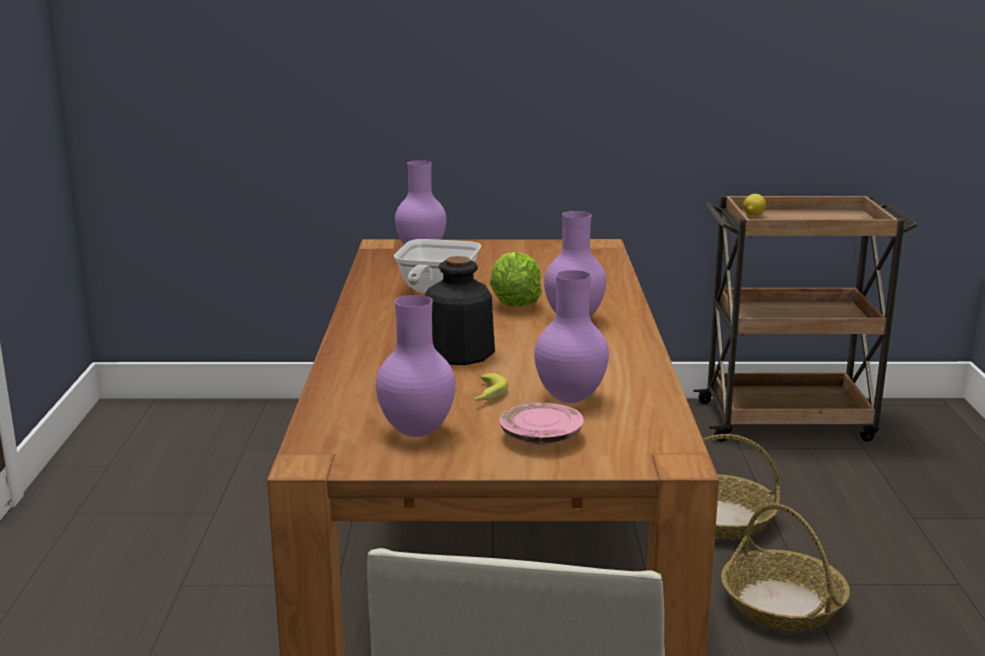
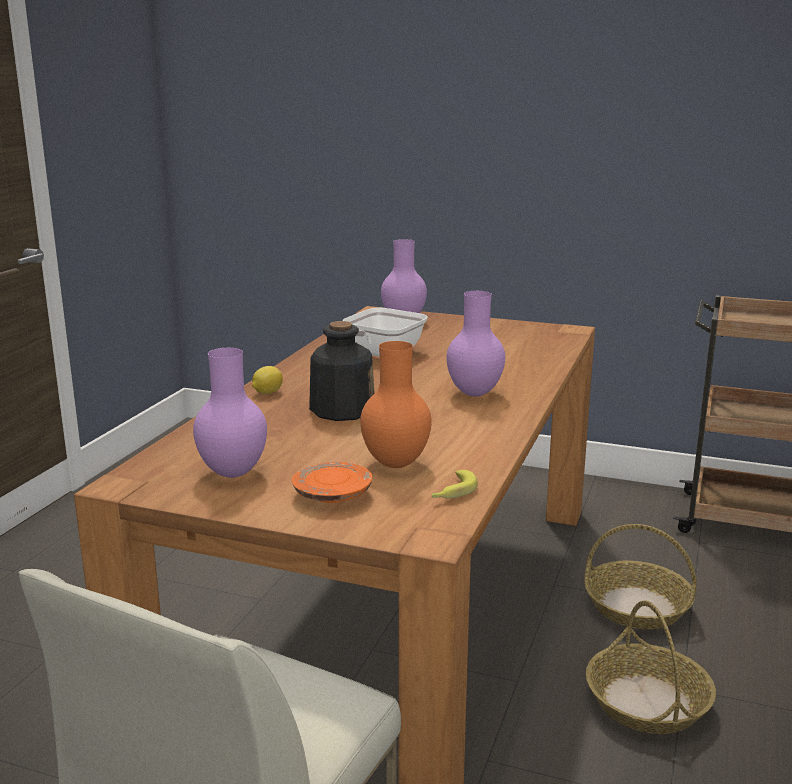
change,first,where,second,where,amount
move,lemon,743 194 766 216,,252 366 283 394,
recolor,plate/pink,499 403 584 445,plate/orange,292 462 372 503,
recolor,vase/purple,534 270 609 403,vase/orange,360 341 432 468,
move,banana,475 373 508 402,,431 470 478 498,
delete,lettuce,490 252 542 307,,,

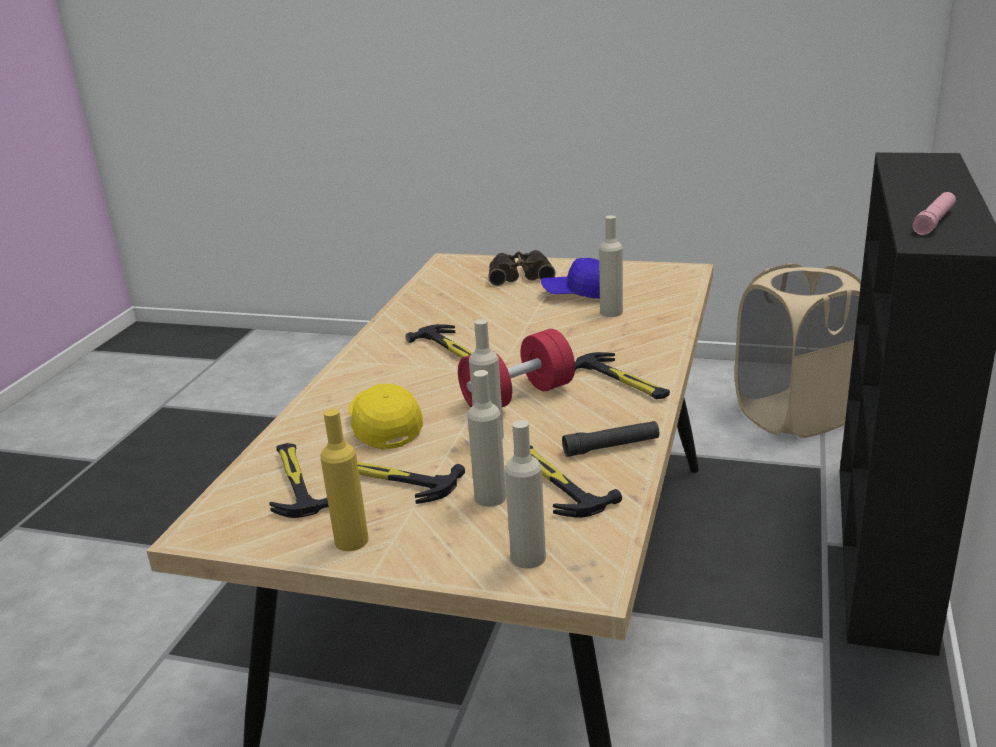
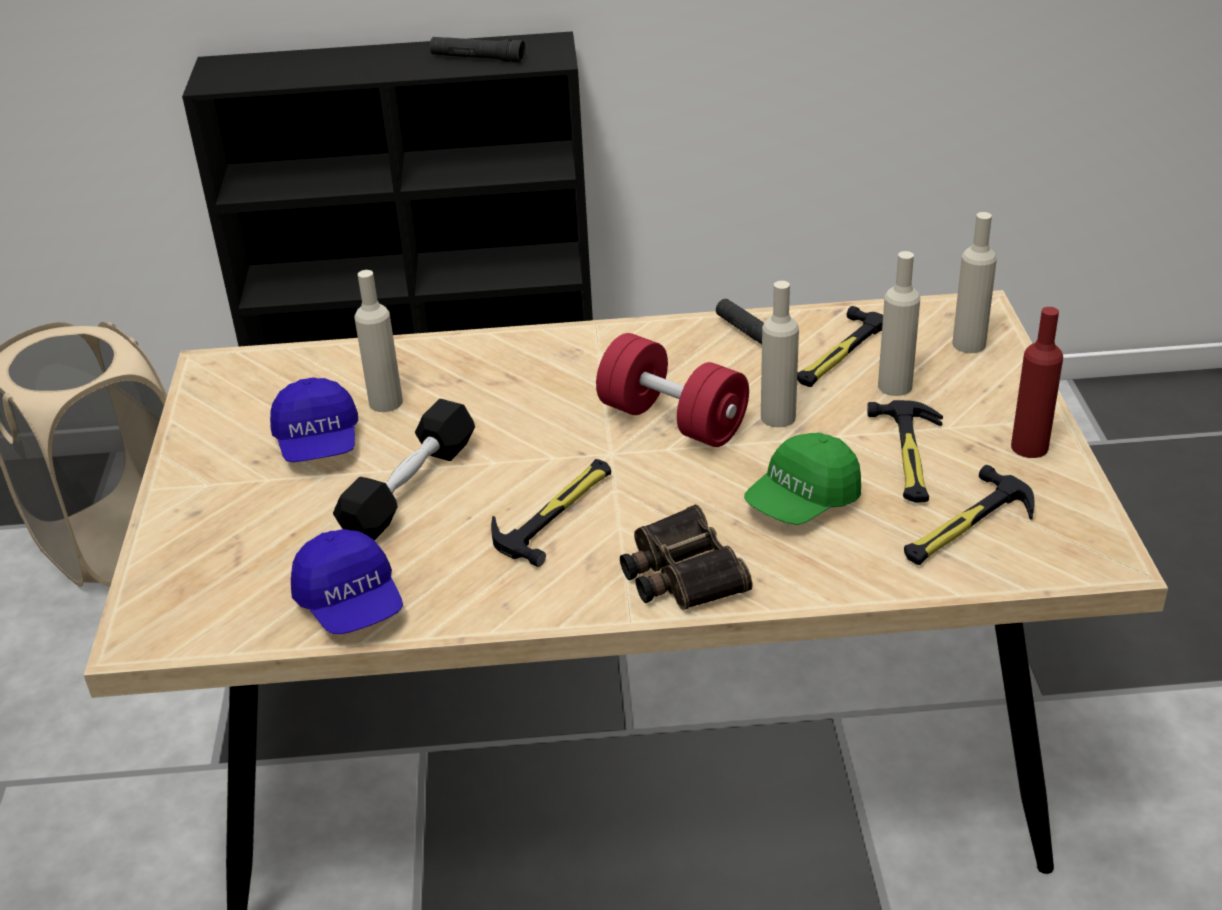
change,first,where,second,where,amount
insert,,,cap/blue,291 529 403 634,
insert,,,dumbbell/black,333 399 475 540,
recolor,flashlight/pink,912 192 956 235,flashlight/black,430 37 526 63,
move,binoculars,488 250 556 286,,620 504 753 610,
recolor,cap/yellow,349 384 423 450,cap/green,744 433 861 525,
recolor,bottle/yellow,320 409 369 551,bottle/red,1011 307 1063 458,
delete,hammer,575 352 670 399,,,

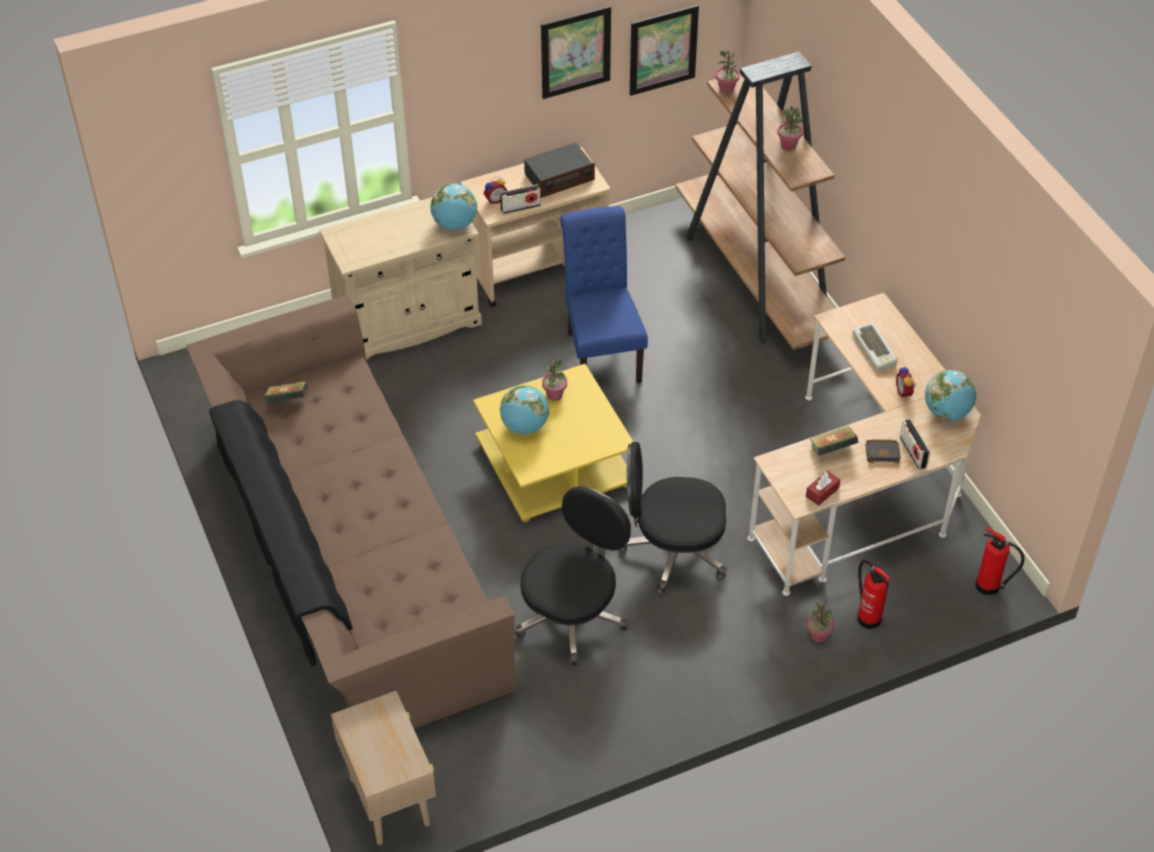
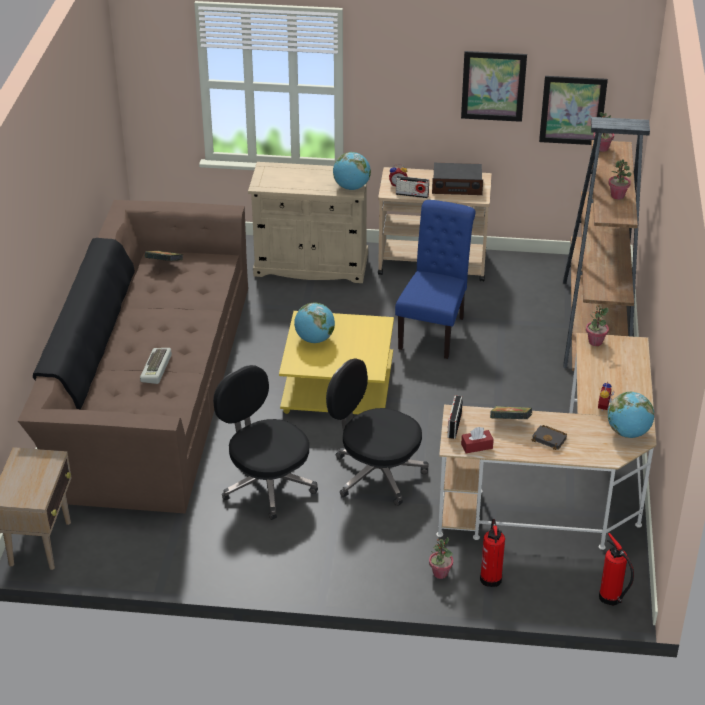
change,first,where,second,where,amount
move,keyboard,853 322 898 371,,140 348 172 384,
rotate,office chair/black,515 486 631 665,,213 365 318 520,105 degrees counterclockwise
move,radio,900 419 930 469,,447 396 463 439,
move,potted plant,542 359 567 401,,586 305 609 346,

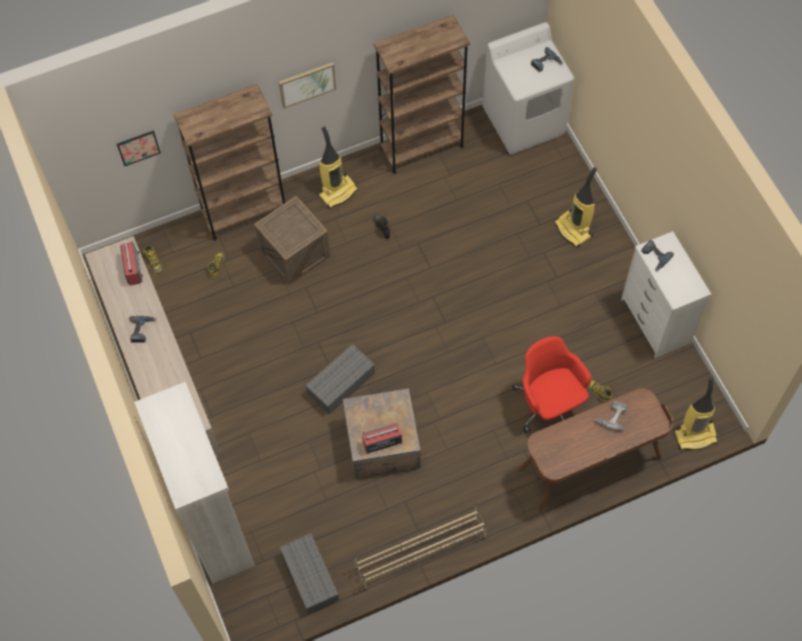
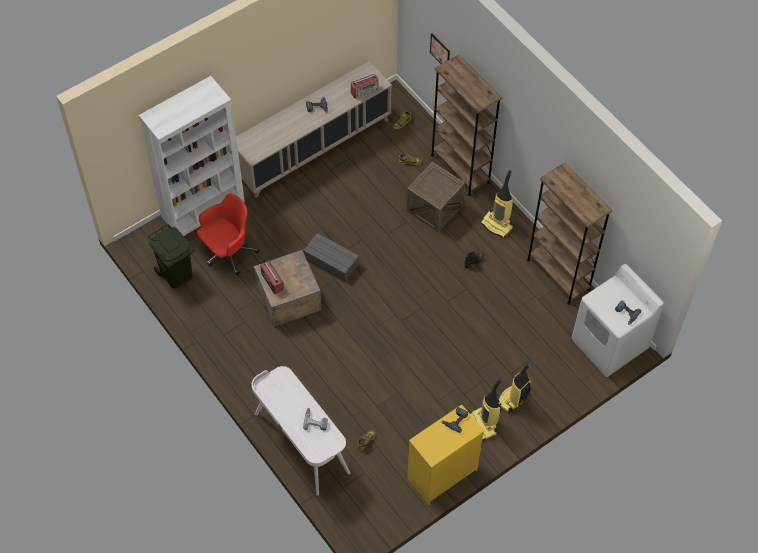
change,first,where,second,where,amount
replace,storage box/grey,280 533 339 614,trash can/green,148 224 194 288,
move,office chair/red,512 336 592 433,,197 194 260 275,
recolor,desk/brown,518 388 673 512,desk/white,252 366 350 496,
recolor,dresser/white,621 231 711 358,dresser/yellow,407 404 484 505,
move,vacuum cleaner,674 378 718 450,,470 379 502 441,
delete,picture,279 62 336 108,,,
delete,shoe rack/beige,354 504 488 590,,,

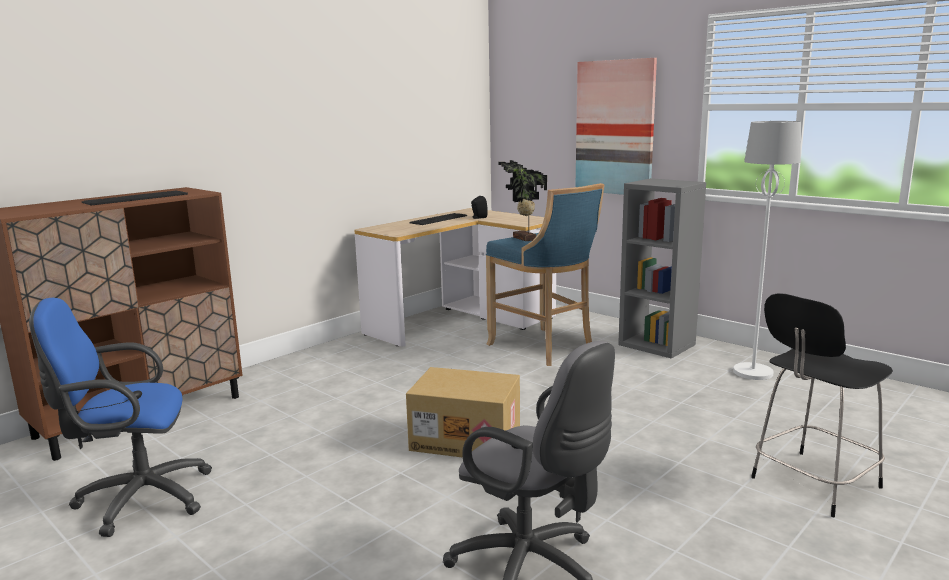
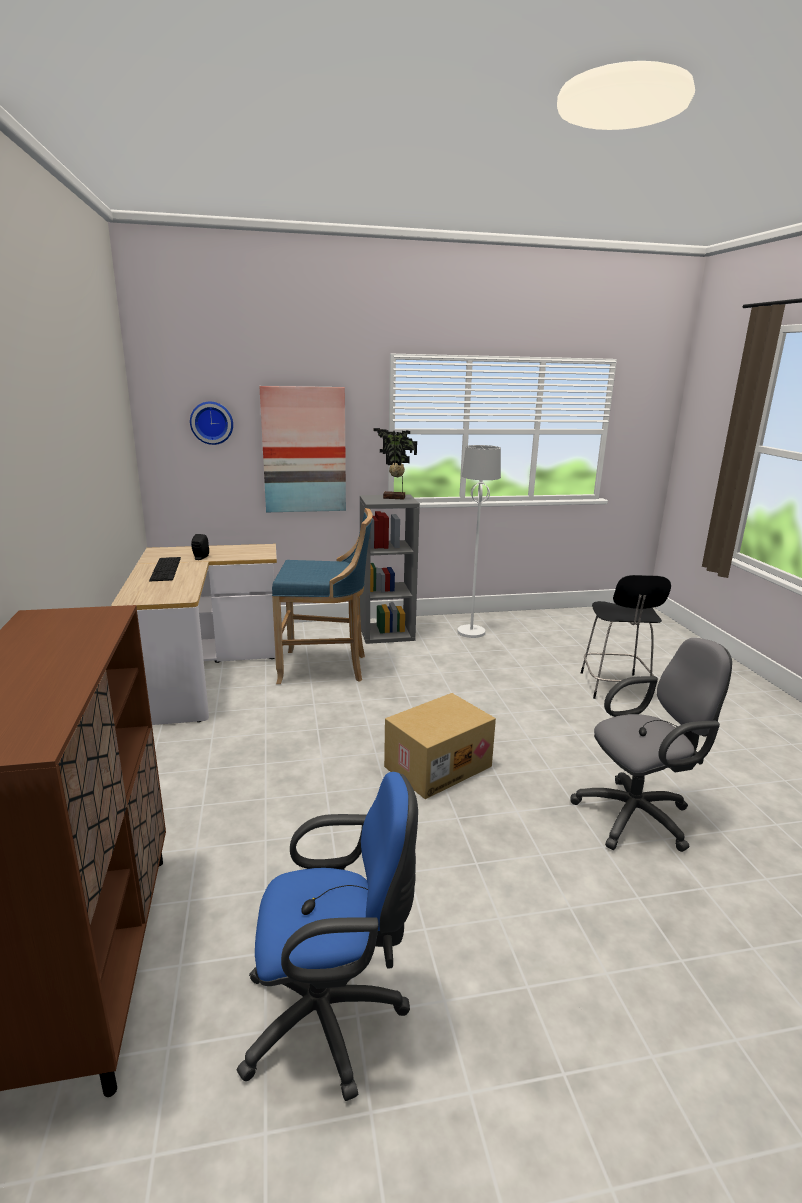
change,first,where,second,where,amount
insert,,,wall clock,190 402 233 445,
rotate,office chair/blue,29 298 212 537,,237 772 418 1101,120 degrees counterclockwise
move,potted plant,498 160 547 241,,374 428 417 500,
delete,keyboard,82 190 188 205,,,

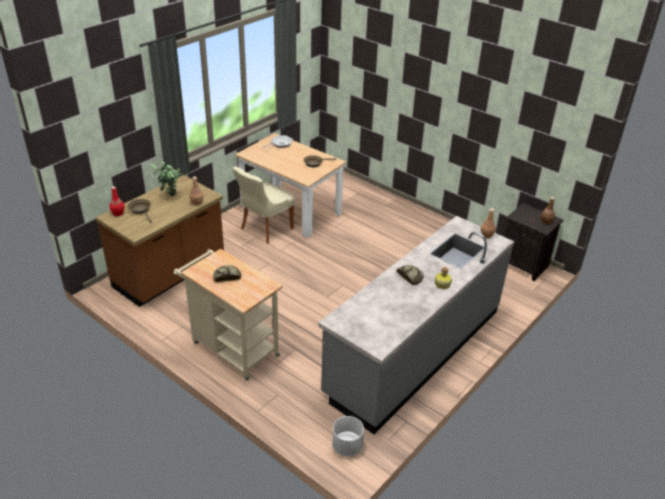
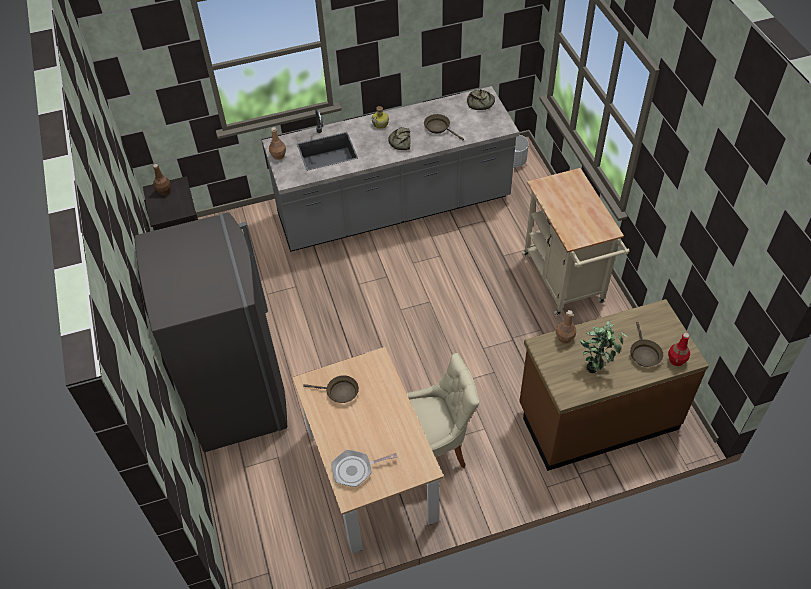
change,first,where,second,where,amount
insert,,,fridge/grey,135 212 287 452,
insert,,,frying pan/brown,424 114 464 140,
move,bread,213 265 241 282,,467 89 495 110,

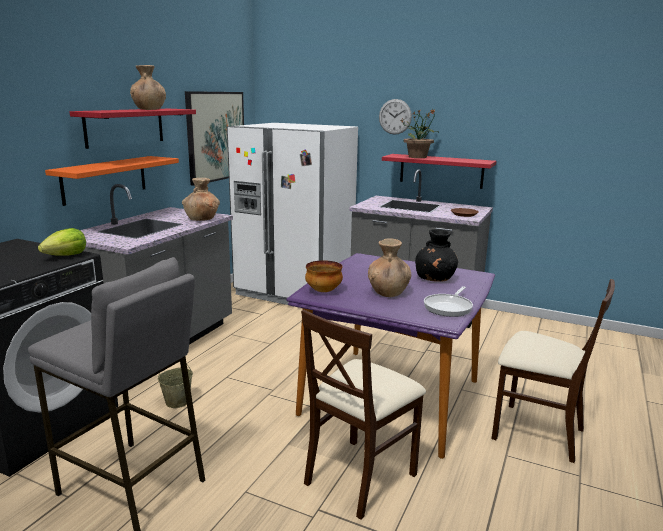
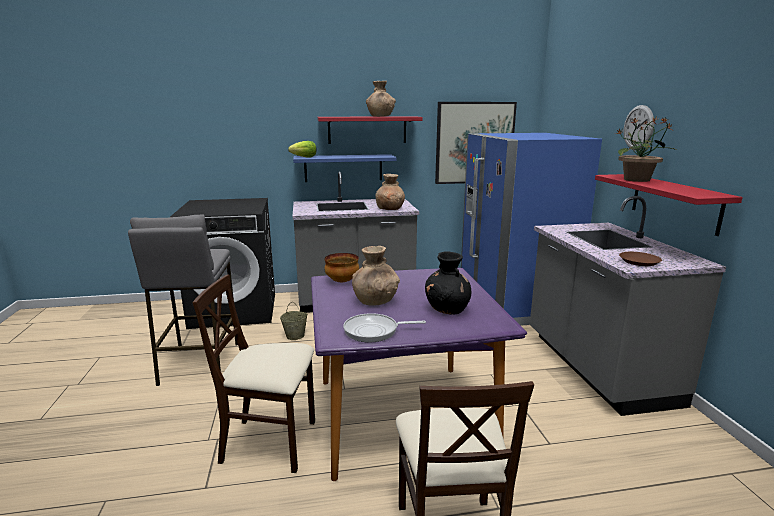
change,first,where,second,where,amount
move,lettuce,38 228 86 256,,288 141 317 158,
recolor,shelf/orange,45 156 179 206,shelf/blue,293 154 397 182,
recolor,fridge/white,227 123 358 305,fridge/blue,461 133 602 326,

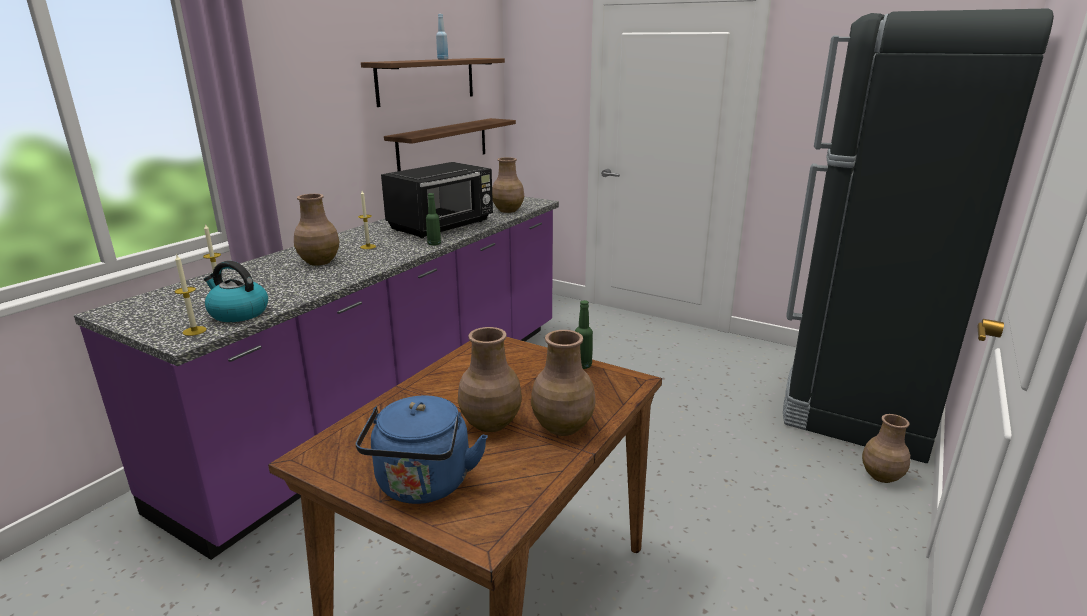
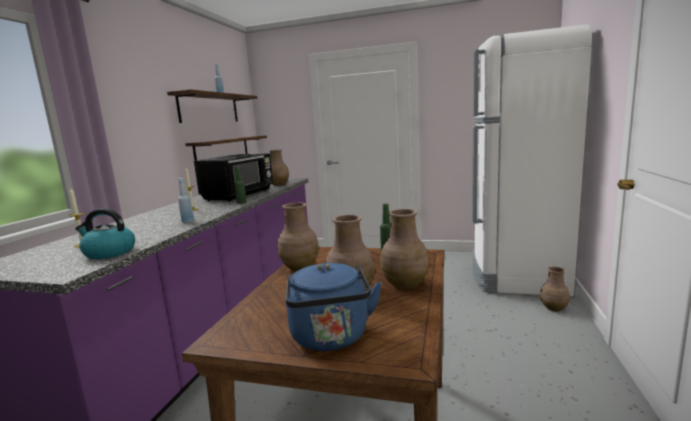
change,first,where,second,where,amount
insert,,,bottle/blue,178 178 194 223,
move,vase/brown,294 194 339 266,,278 203 319 271,
recolor,fridge/black,783 9 1054 463,fridge/white,472 25 592 296,
delete,candle,174 255 207 336,,,

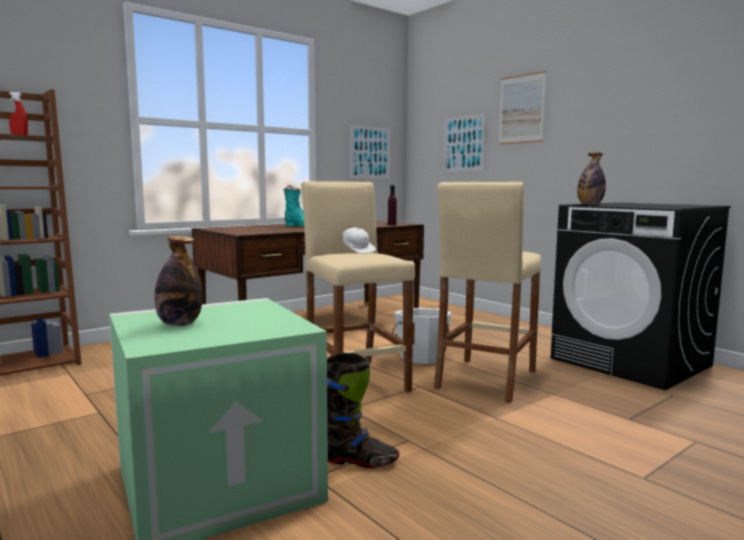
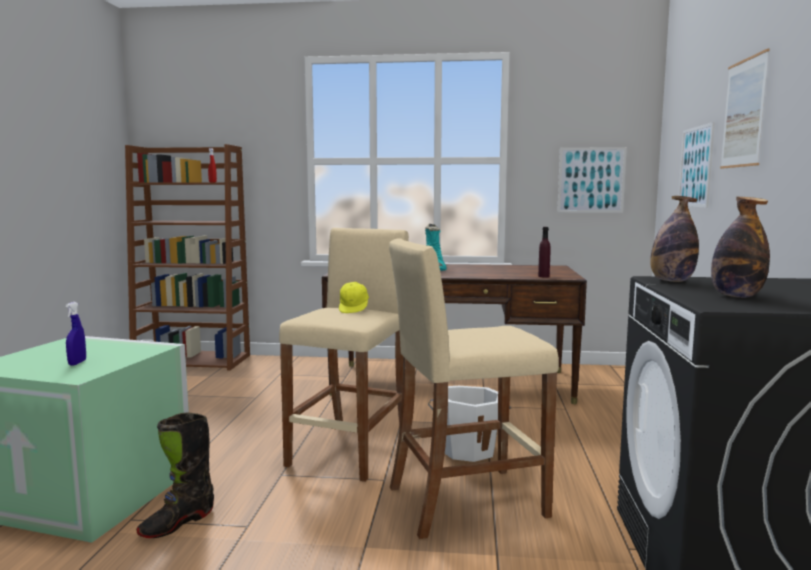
change,first,where,second,where,amount
insert,,,spray bottle/blue,66 302 86 365,
rotate,boot/black,327 353 399 468,,136 412 214 538,75 degrees clockwise
recolor,cap/white,340 227 376 254,cap/yellow,339 282 369 313,
move,bottle,155 236 202 326,,711 196 770 298,

